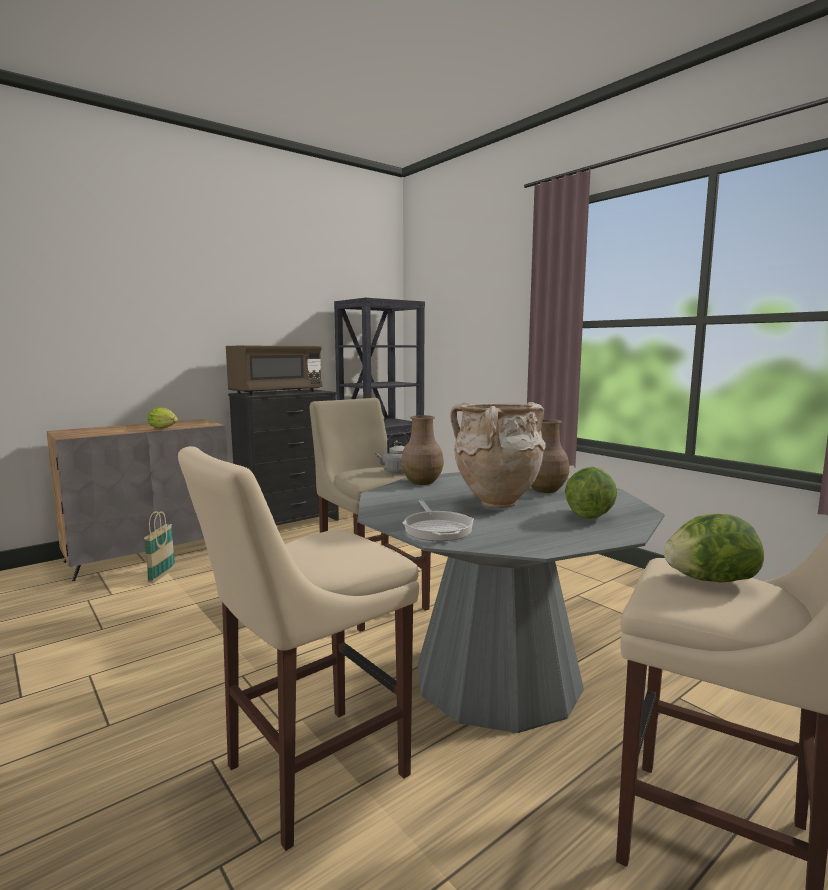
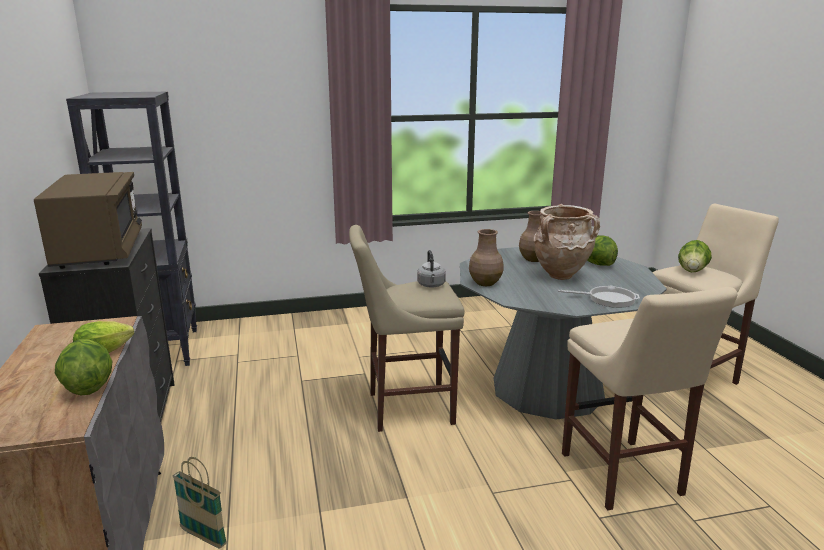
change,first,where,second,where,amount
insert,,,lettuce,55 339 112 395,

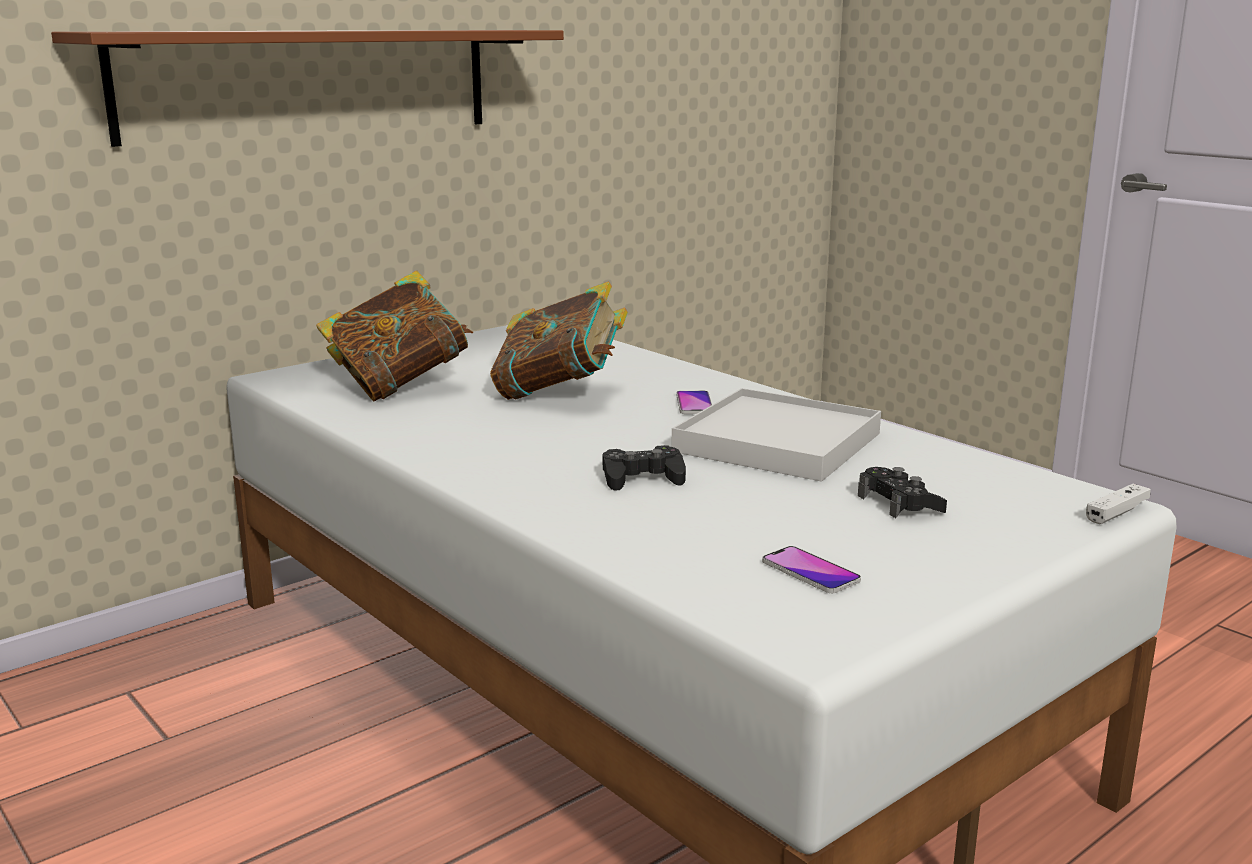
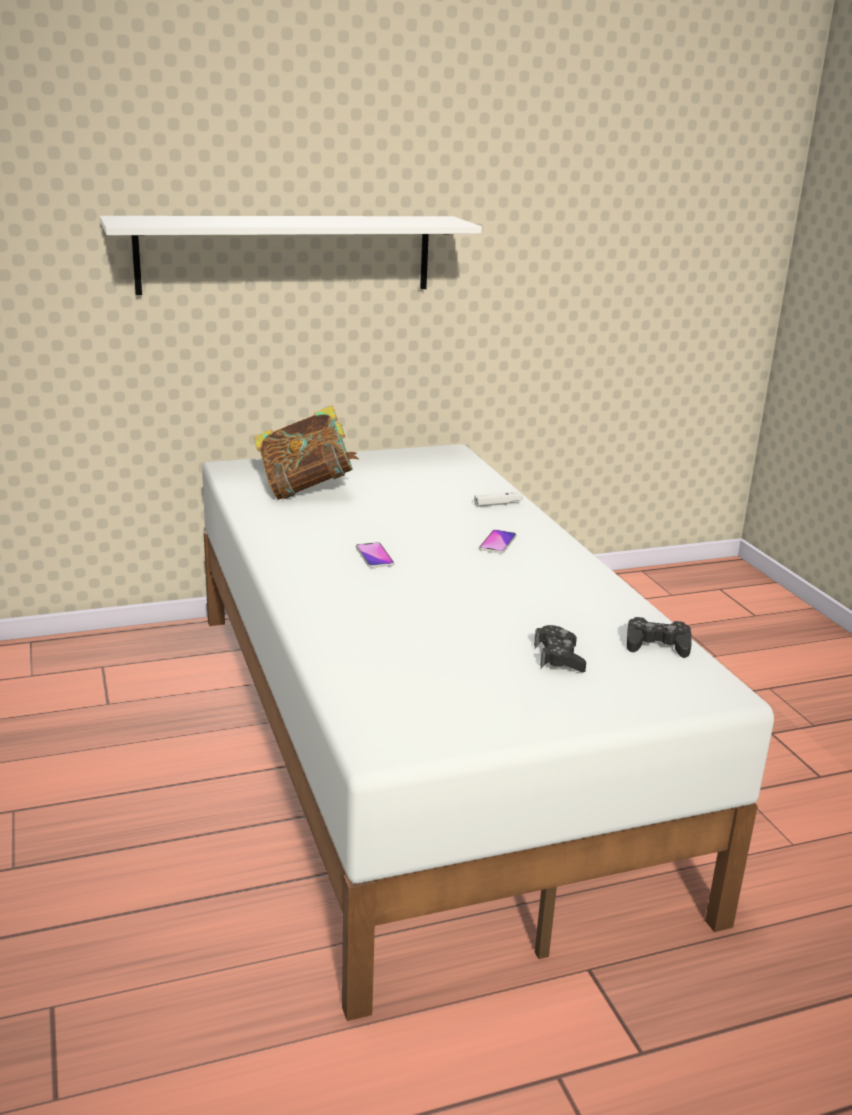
change,first,where,second,where,amount
recolor,shelf/brown,51 30 564 147,shelf/white,100 216 482 295,
move,phone,762 546 861 593,,356 542 394 568,
move,game controller/white,1086 484 1151 524,,474 491 522 507,
move,game controller/black,603 445 686 491,,626 617 692 658,
delete,book,490 282 628 400,,,
delete,tray/white,672 388 881 482,,,

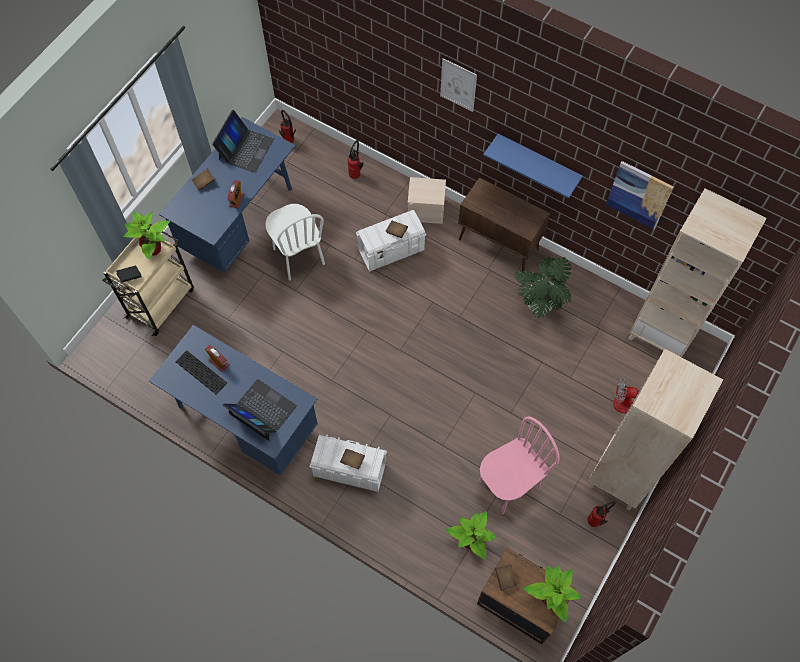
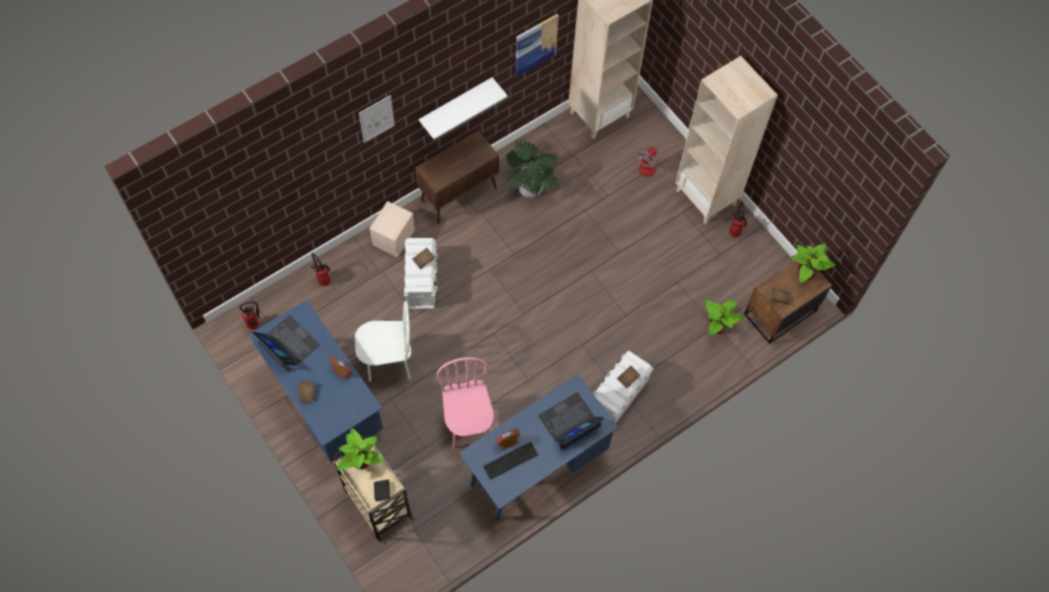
change,first,where,second,where,amount
recolor,shelf/blue,483 134 583 198,shelf/white,419 77 508 139,
move,chair/pink,478 416 560 514,,437 357 494 448,

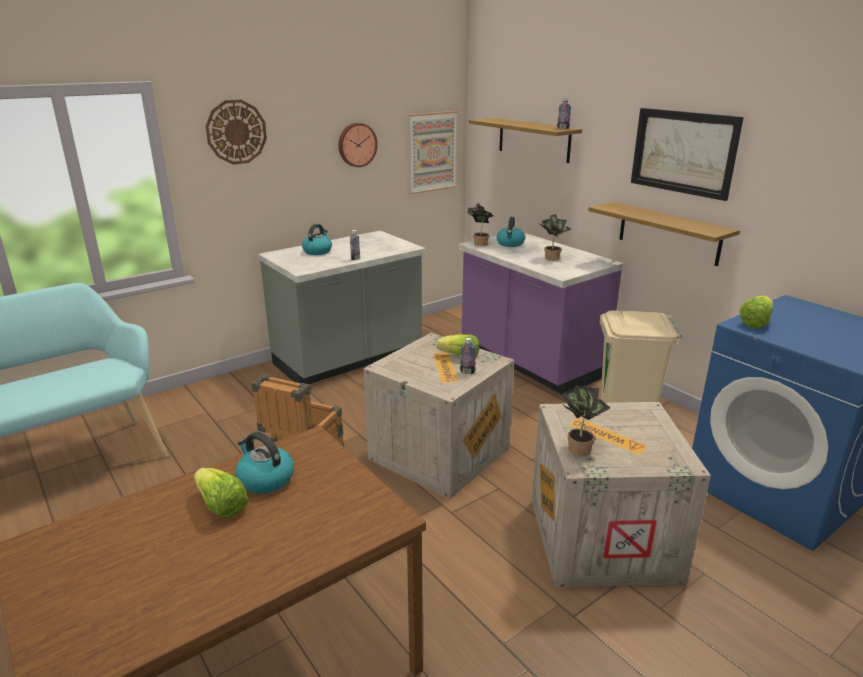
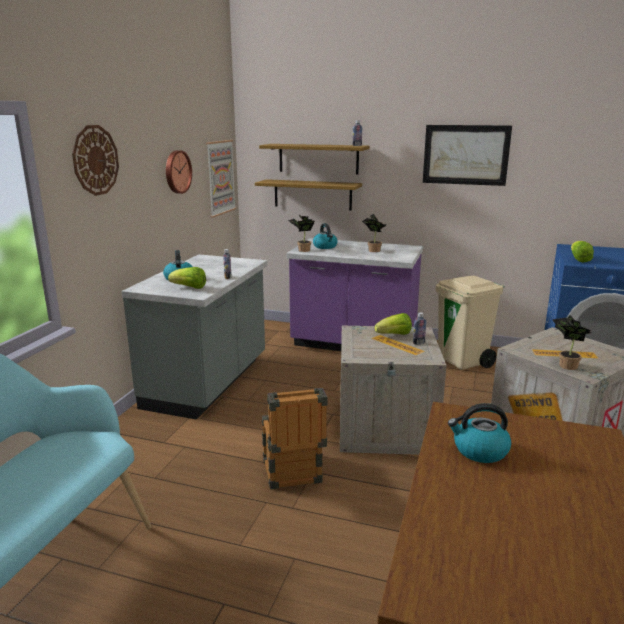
change,first,where,second,where,amount
move,lettuce,194 468 249 519,,168 267 206 289,
move,shelf,588 202 740 266,,255 179 362 211,

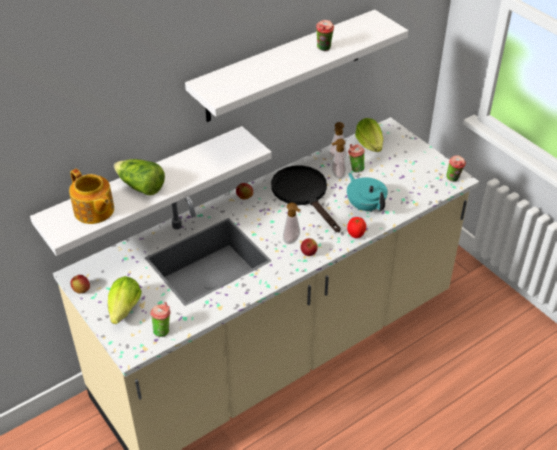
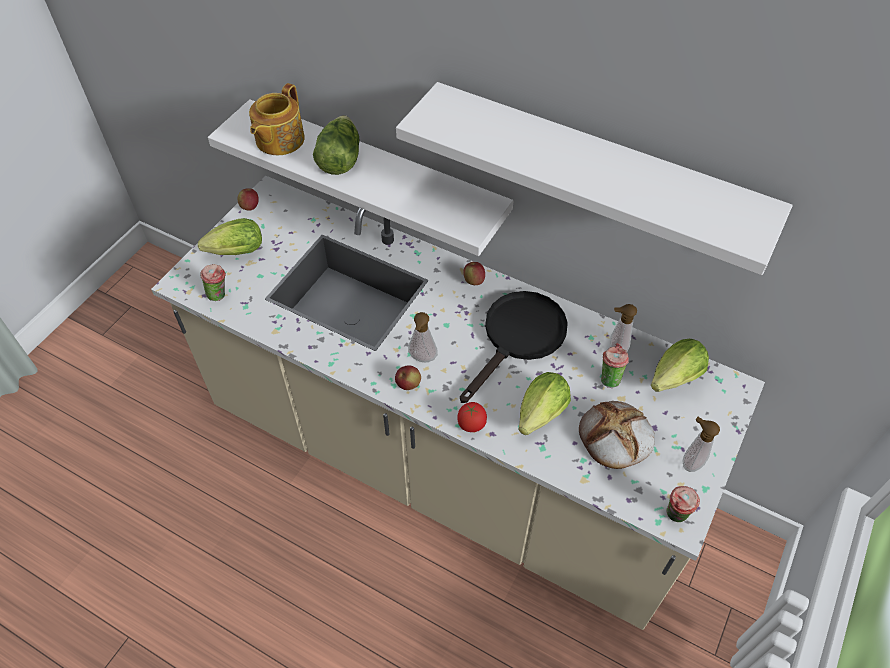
change,first,where,second,where,amount
replace,teapot/turquoise,347 173 388 212,lettuce,518 372 571 435,
insert,,,bread,579 401 655 469,
move,soap dispenser,331 139 346 179,,682 417 720 472,
delete,cup,316 20 334 51,,,

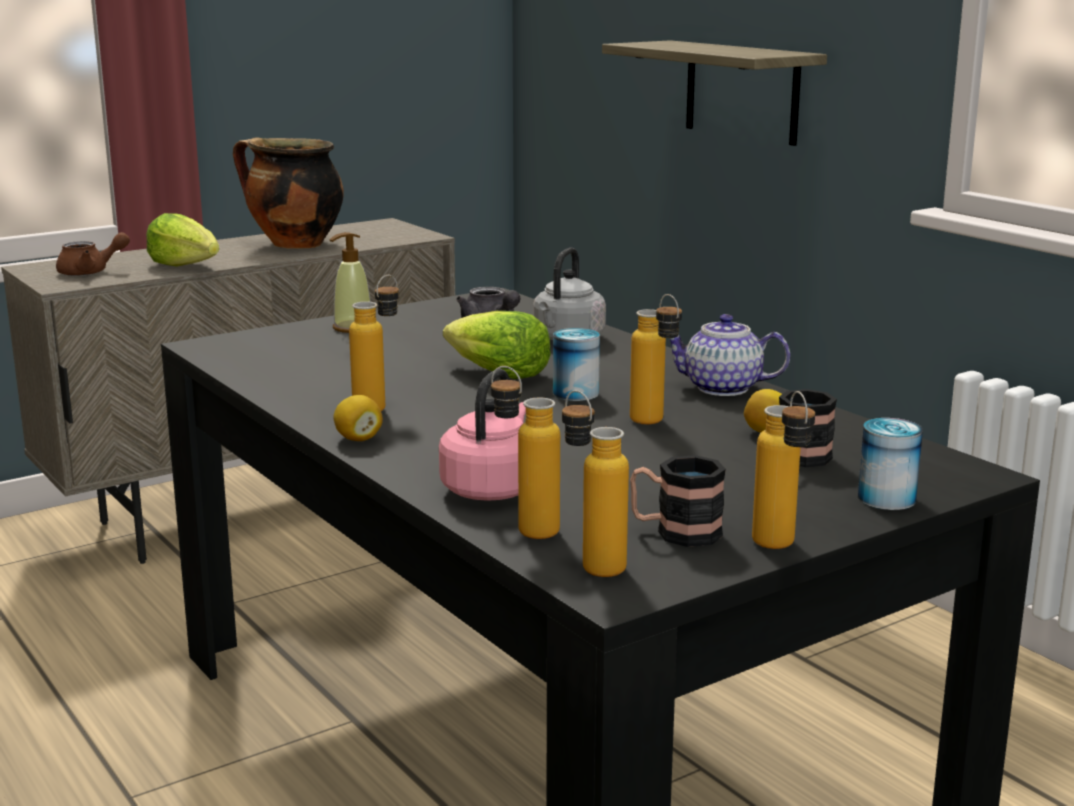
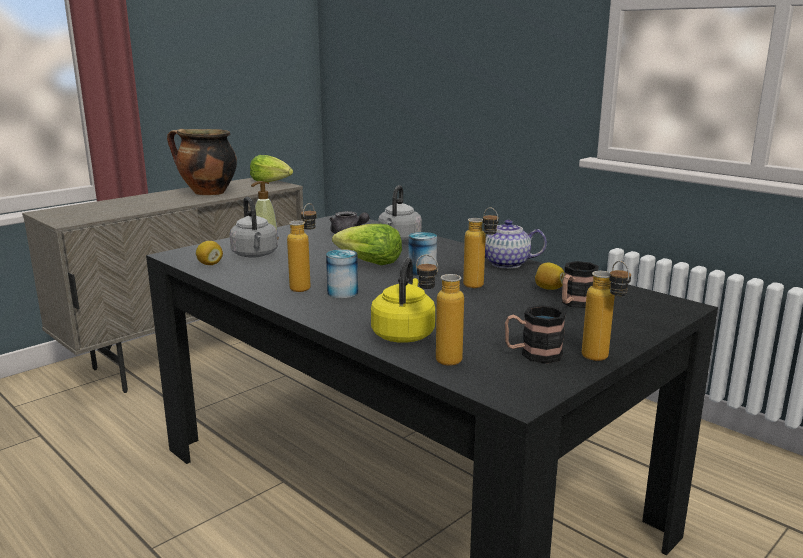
change,first,where,second,where,amount
move,lemon,333 395 383 441,,196 241 223 265,
insert,,,kettle/grey,230 197 278 258,
move,lettuce,146 213 219 266,,250 155 293 182,
move,can,858 418 923 510,,326 249 358 298,
recolor,kettle/pink,439 369 526 501,kettle/yellow,371 257 435 343,
delete,teapot/brown,56 232 130 276,,,
delete,bottle,562 390 629 577,,,
delete,shelf,602 40 827 146,,,

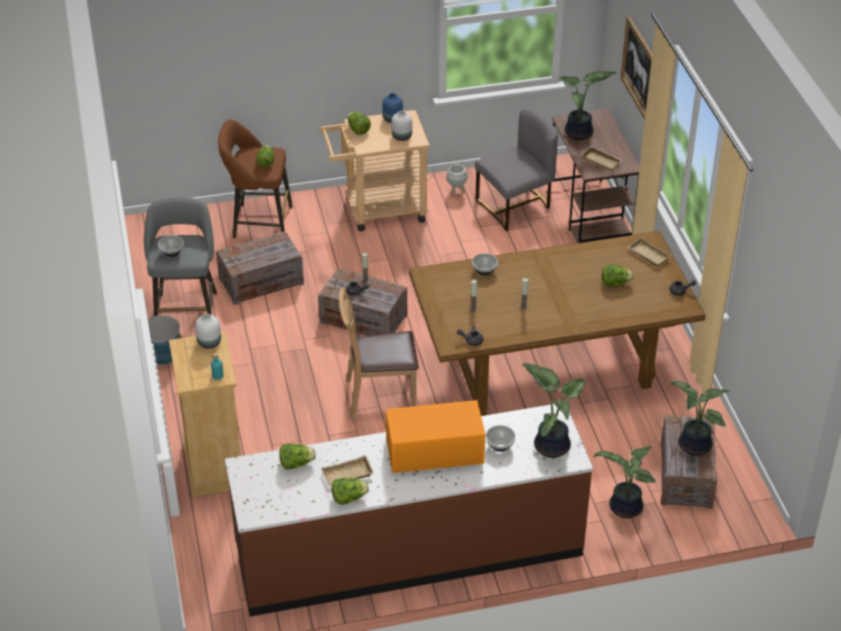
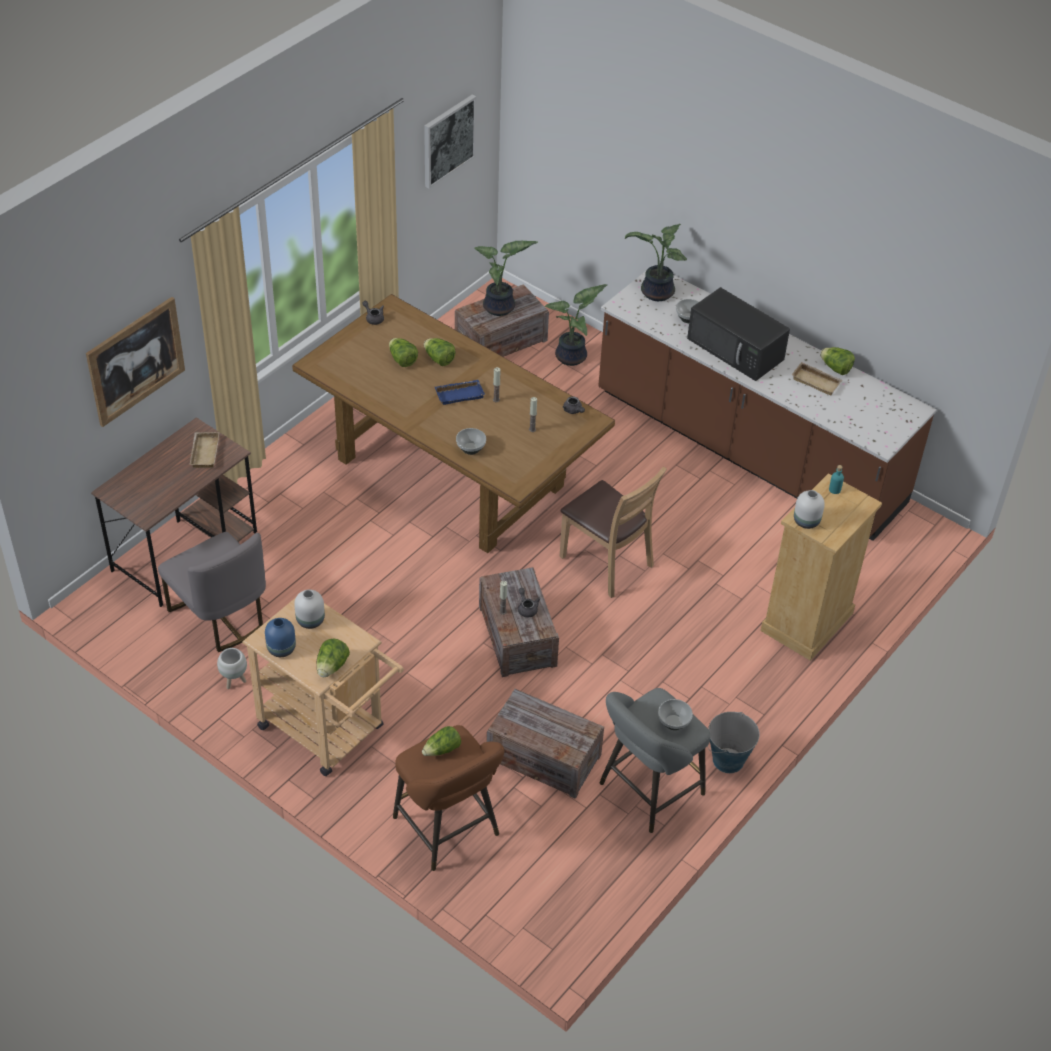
change,first,where,second,where,amount
rotate,chair/grey,475 108 558 231,,158 532 266 652,150 degrees counterclockwise
insert,,,picture,424 95 476 189,
move,lettuce,280 443 316 470,,424 338 456 366,
insert,,,tray/blue,435 380 485 405,
recolor,microwave/orange,386 400 485 473,microwave/black,687 287 790 381,
delete,potted plant,560 71 617 140,,,
delete,tray/beige,628 237 671 267,,,

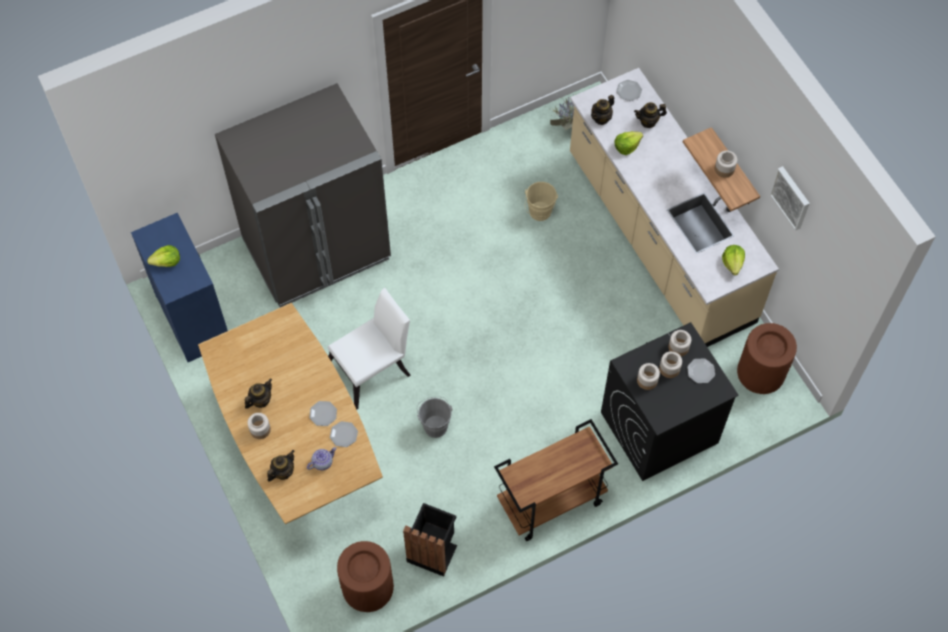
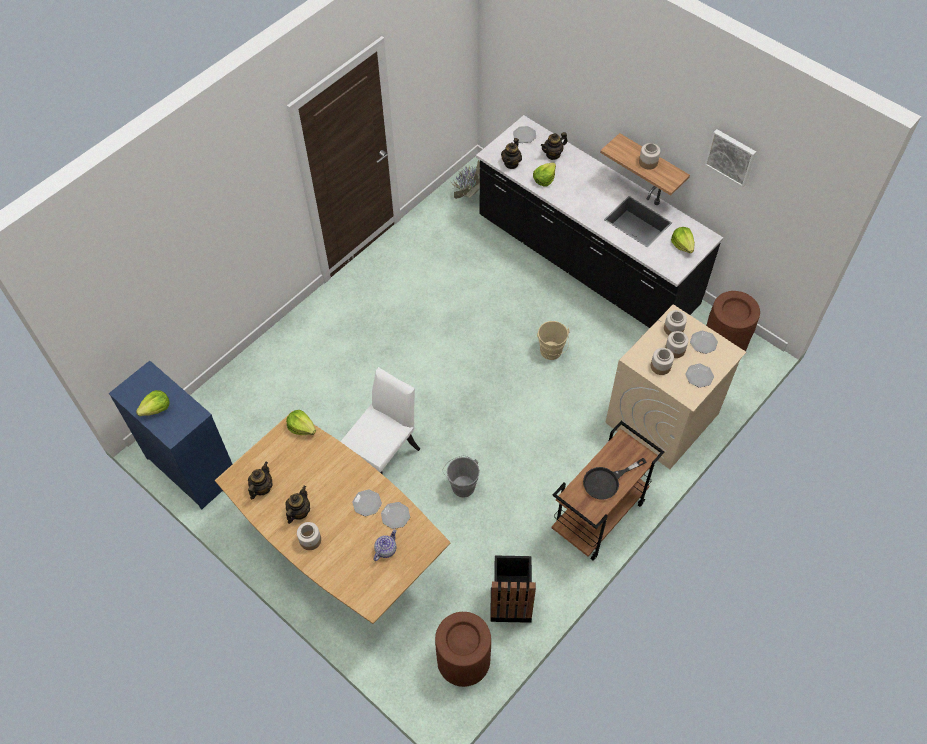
change,first,where,second,where,amount
move,teapot,267 450 295 481,,248 462 273 499,
insert,,,lettuce,286 410 316 435,
recolor,counter/beige,570 68 779 347,counter/black,476 115 723 328,
move,bucket/beige,525 182 558 221,,537 321 570 360,
insert,,,frying pan/black,583 458 646 500,
recolor,washing machine/black,601 322 739 481,washing machine/beige,606 304 746 469,
insert,,,plate,685 364 714 388,
delete,fridge/grey,215 83 391 308,,,

